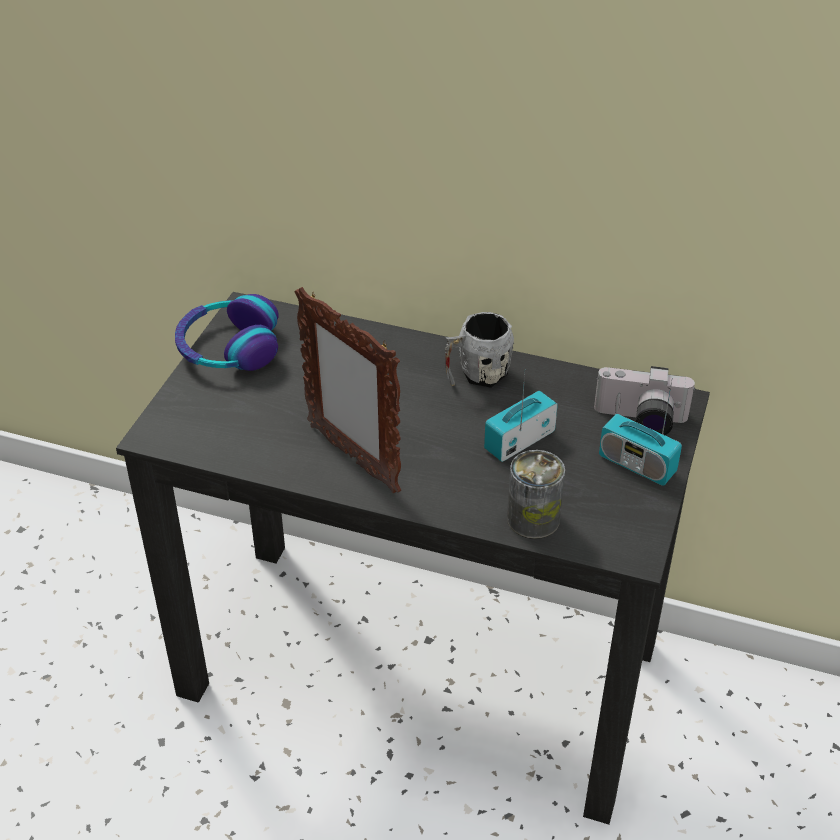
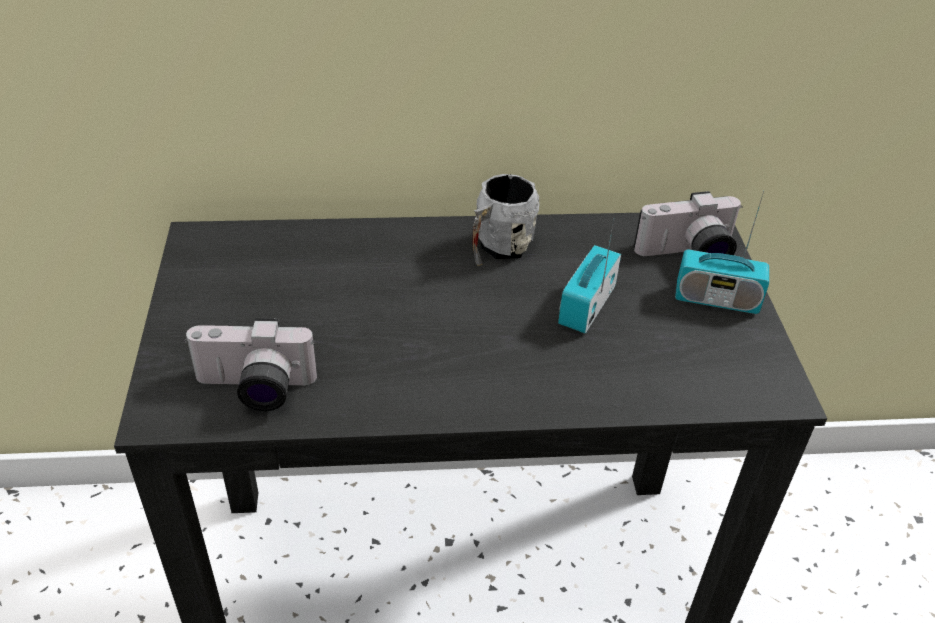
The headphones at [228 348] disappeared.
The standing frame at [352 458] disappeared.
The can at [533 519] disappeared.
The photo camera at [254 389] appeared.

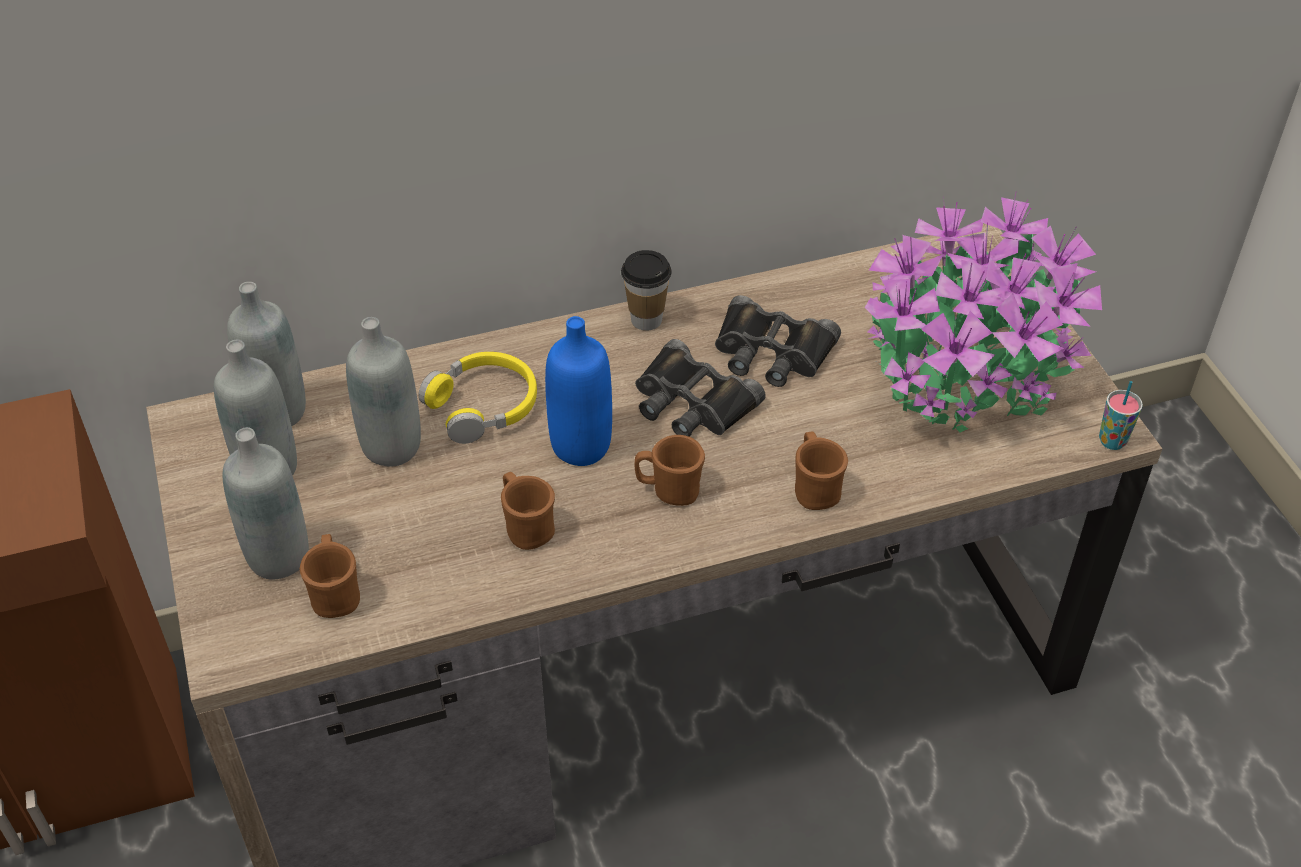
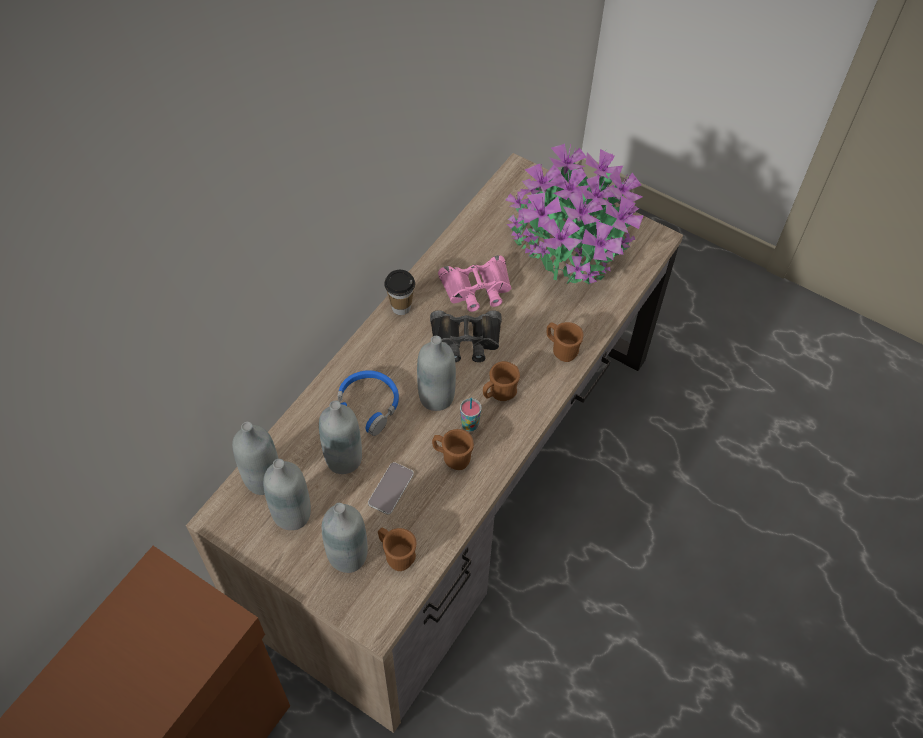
The headphones (yellow) at [483 405] became the headphones (blue) at [367 406].
The beverage bottle (blue) at [581 446] became the beverage bottle (greyish) at [436 397].
The field glasses (black) at [771 352] became the field glasses (pink) at [477 289].
The small cup moved from [1112 441] to [469 425].
The phone at [391 488] appeared.

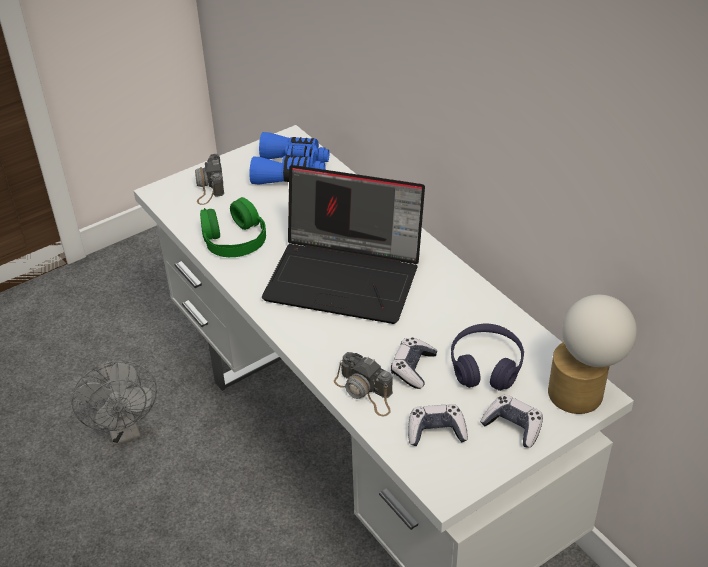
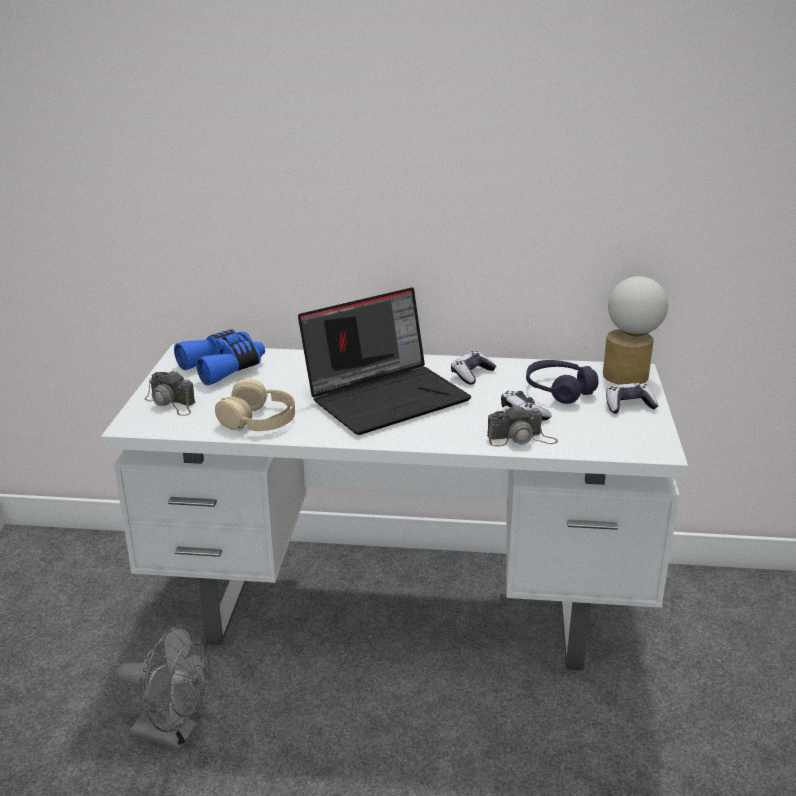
The headphones (green-coloured) at [234 239] became the headphones (beige-coloured) at [258 419].
The gamepad moved from [436 431] to [472 374].

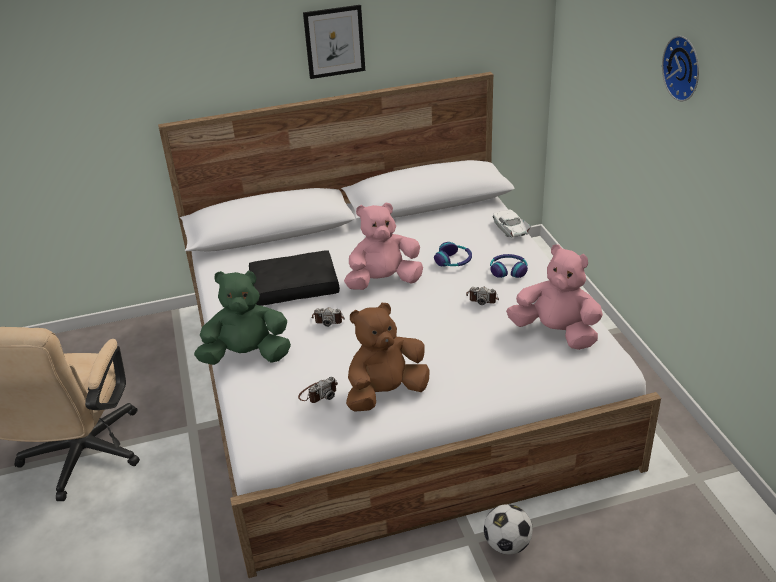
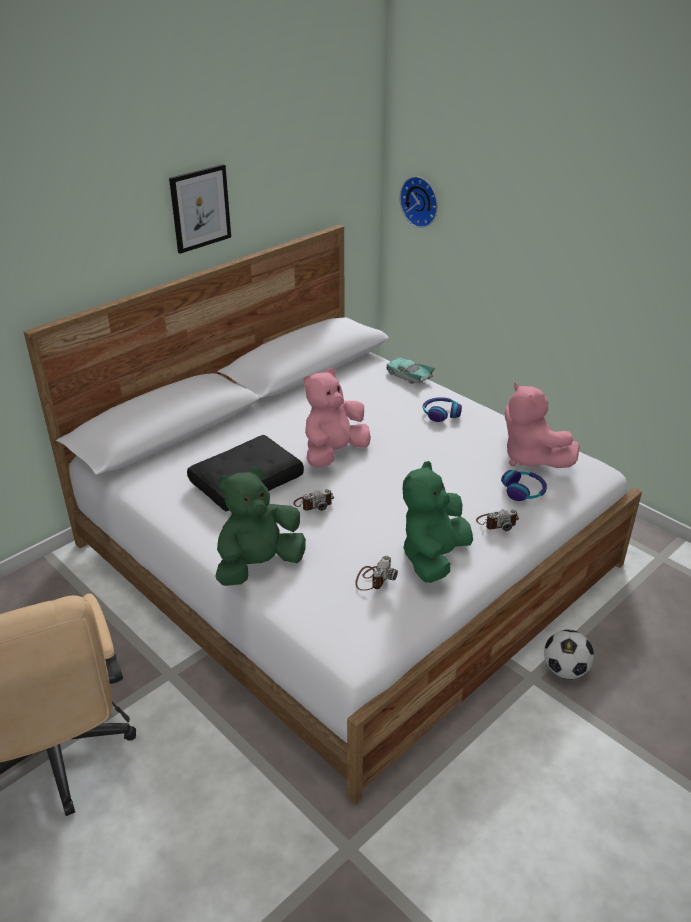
The cuddly toy (brown-coloured) at [386 393] became the cuddly toy (green-coloured) at [433 557].
The headphones moved from [453 261] to [523 491].
The photo camera moved from [482 298] to [497 522].
The miniature car (white) at [510 229] became the miniature car (turquoise) at [409 376].
The cuddly toy (pink) at [556 333] turned 120 degrees counterclockwise.
The clock on the wall moved from [684 68] to [421 201].

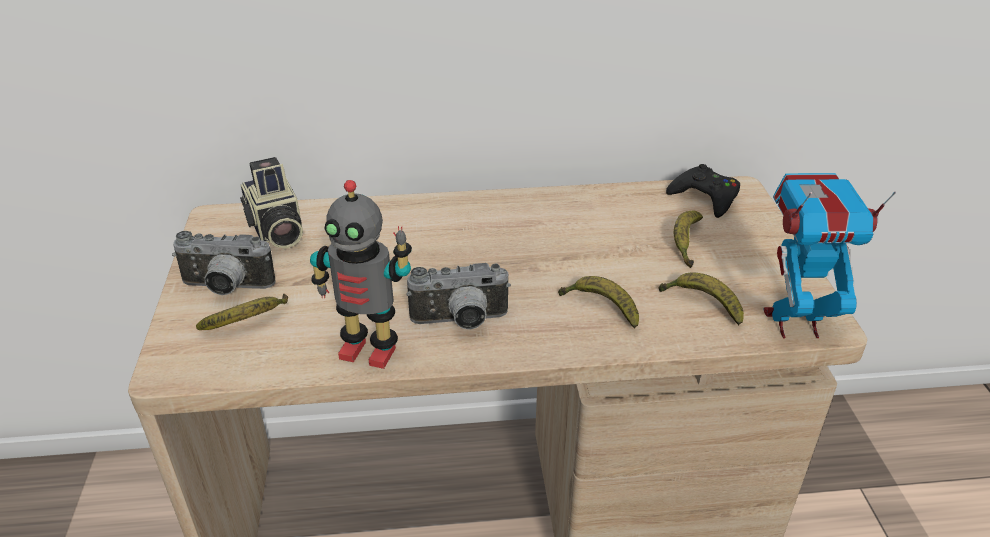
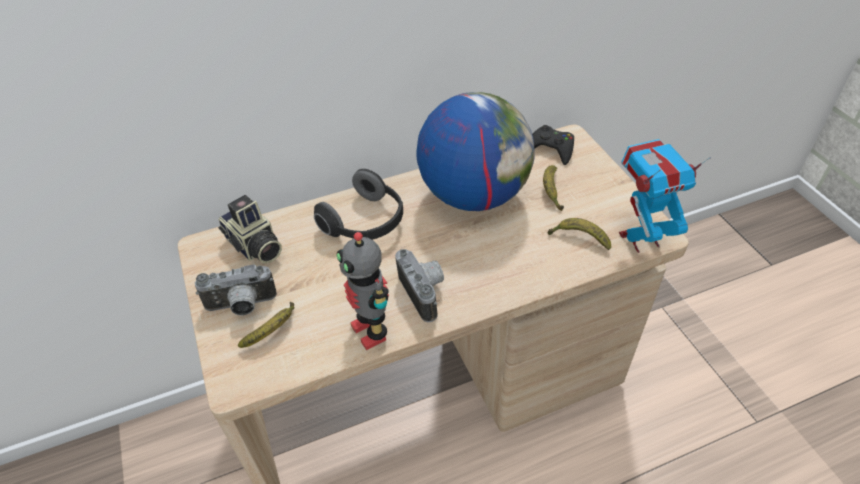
The robot figure at [369 350] turned 60 degrees clockwise.
The photo camera at [460 322] turned 90 degrees counterclockwise.
The banana at [601 308] disappeared.
The headphones at [366 223] appeared.
The desk globe at [473 195] appeared.

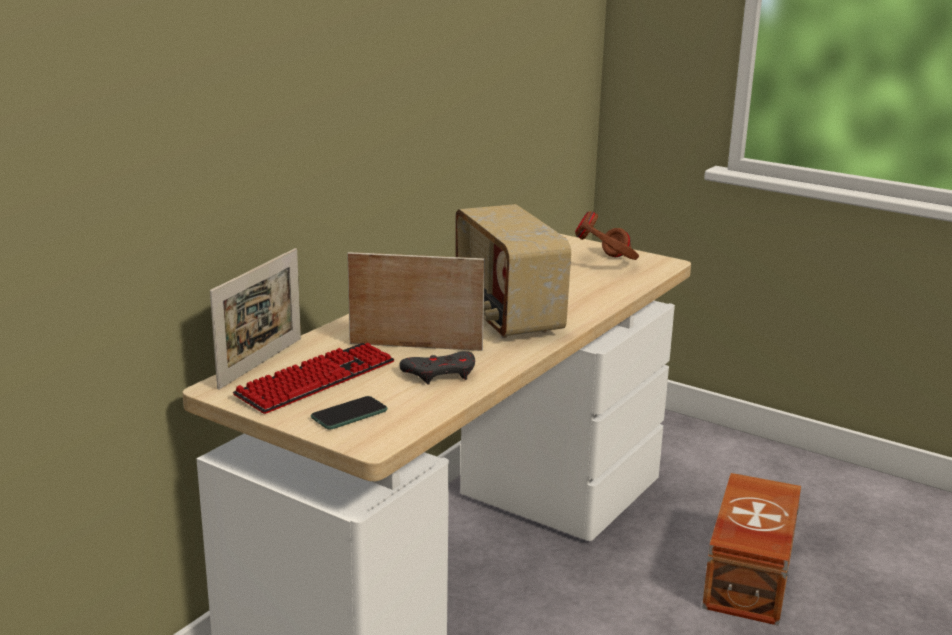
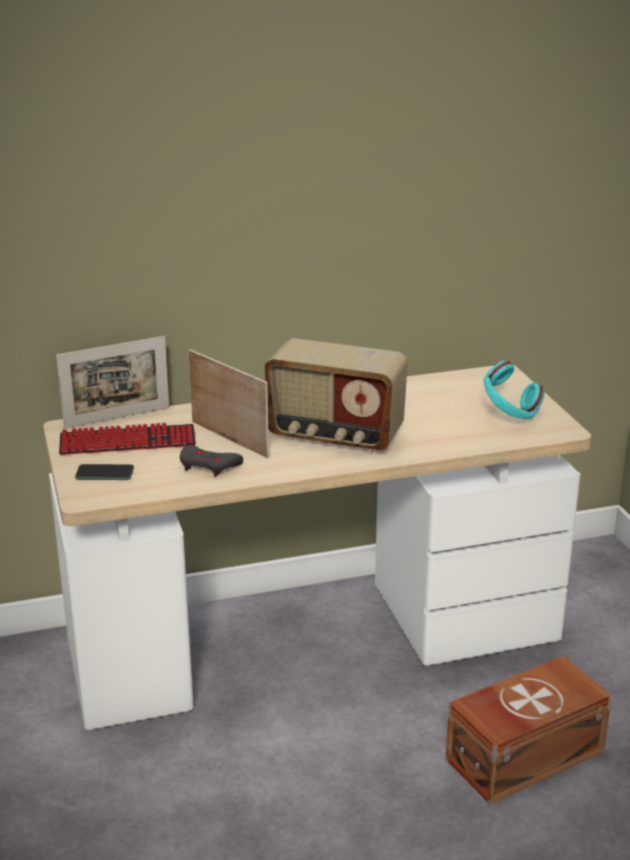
The radio set at [505 316] turned 90 degrees counterclockwise.
The headphones (brown-coloured) at [608 263] became the headphones (turquoise) at [509 415].

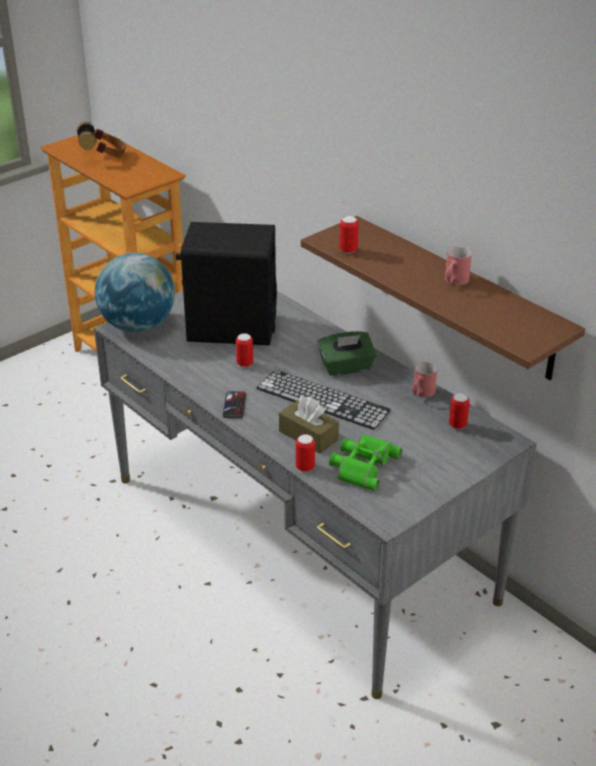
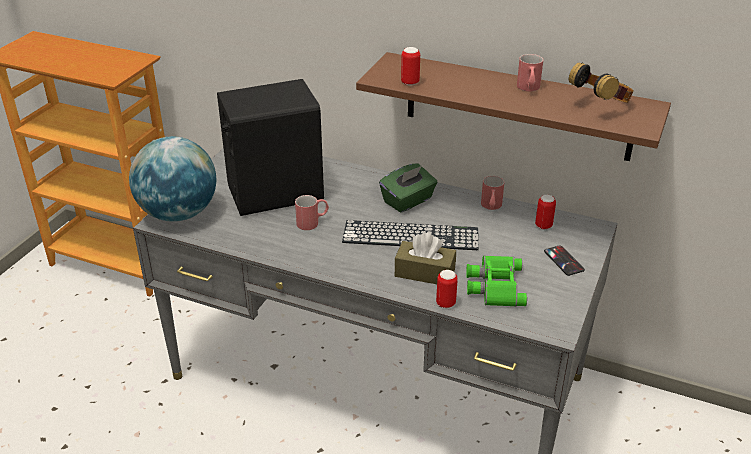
The headphones moved from [103 157] to [600 105].
The phone moved from [234 405] to [564 261].
The can at [245 364] was replaced by the tea mug (red-coloured) at [313 222].

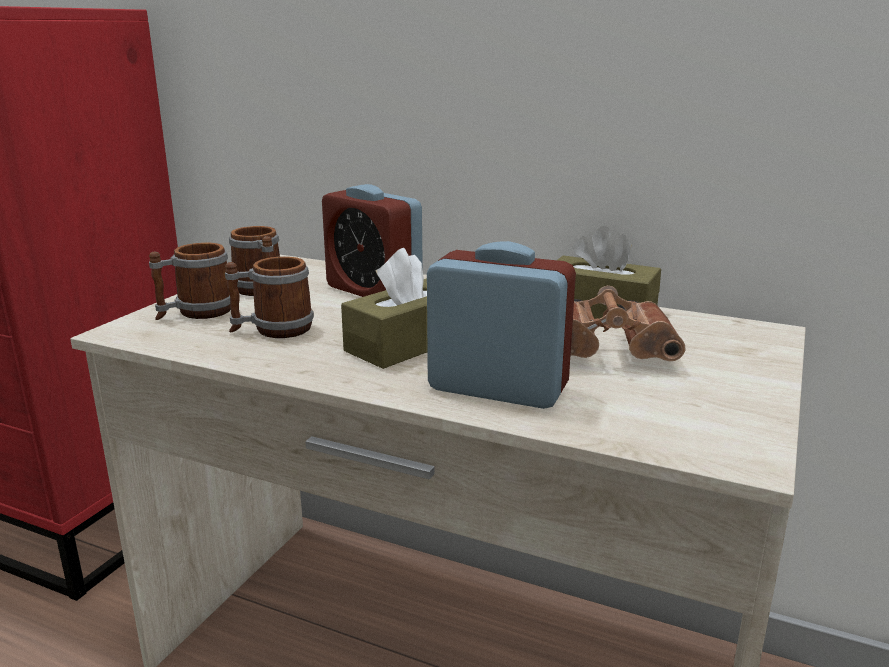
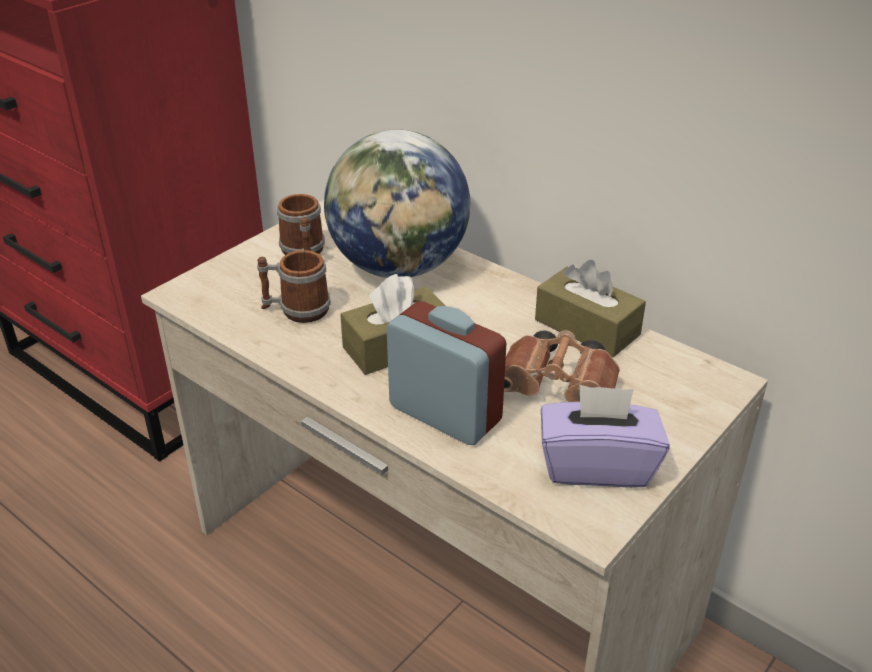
The tea mug at [195 313] disappeared.
The table clock at [374 291] was replaced by the desk globe at [399 267].
The tissue box (purplish) at [596 465] appeared.

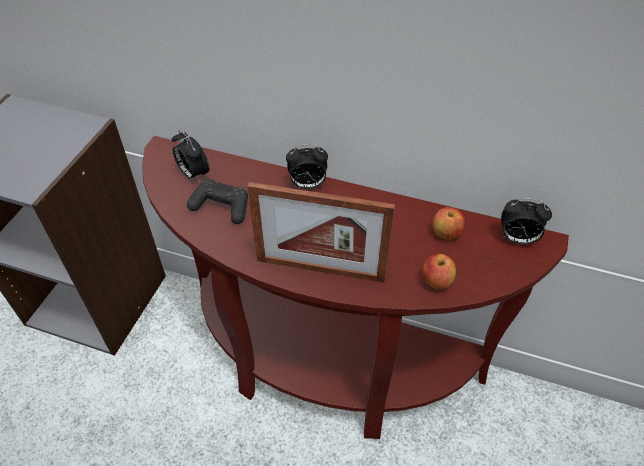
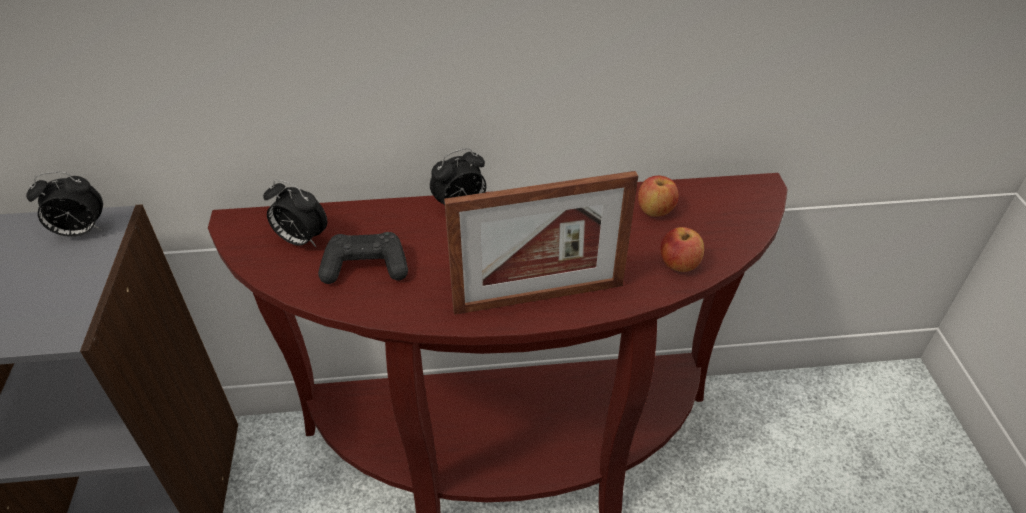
The table clock moved from [517 239] to [80 232].

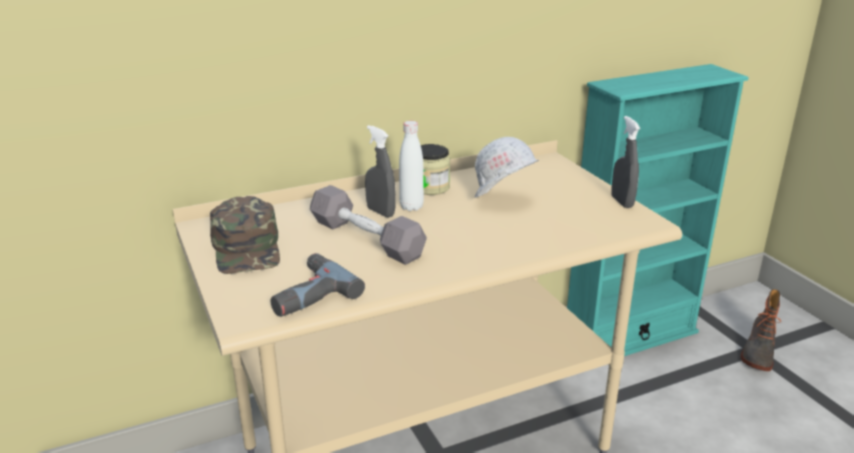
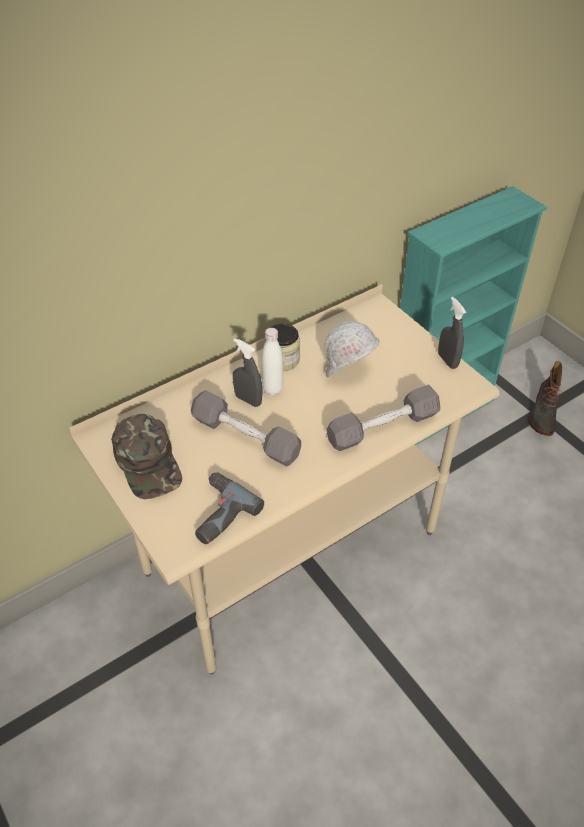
The dumbbell (greyish) at [383 427] appeared.

